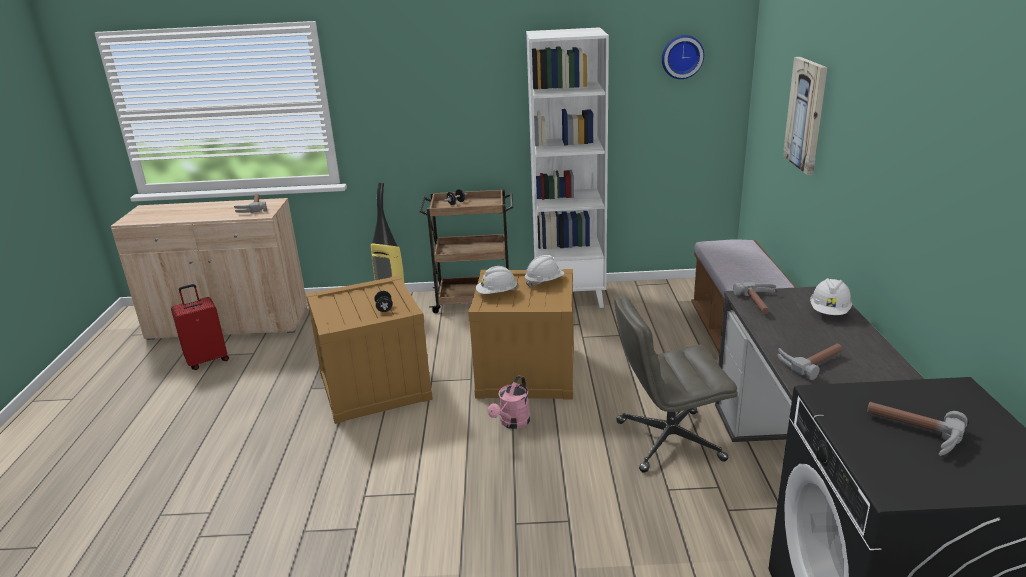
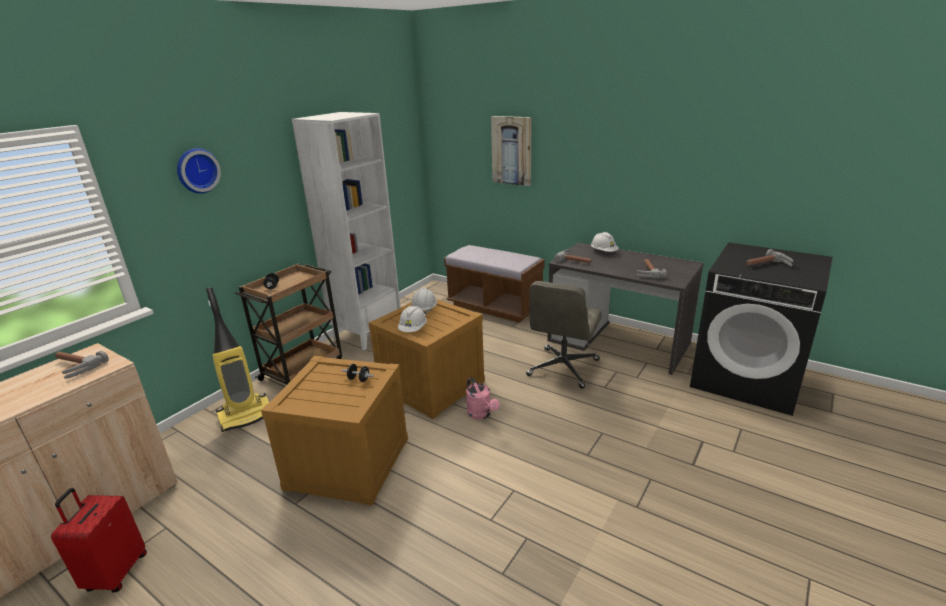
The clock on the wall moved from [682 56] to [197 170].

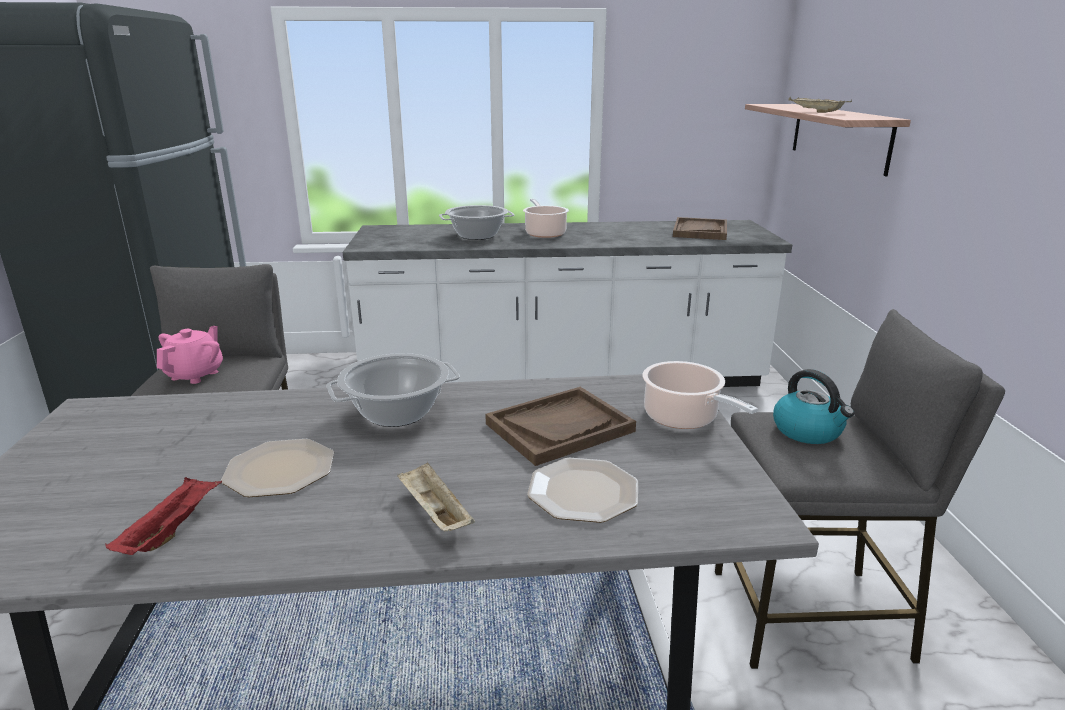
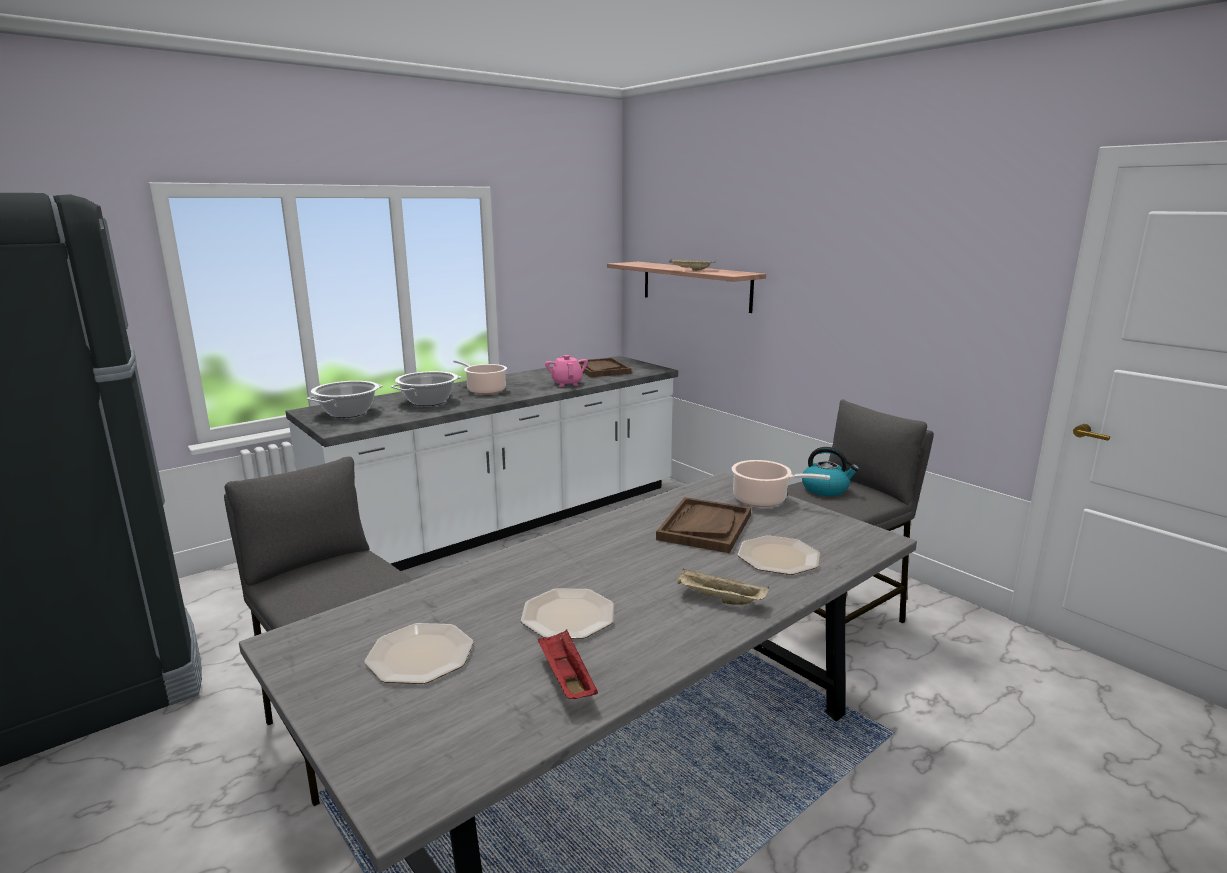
The tea pot (pink) moved from [195 375] to [567 383].
The cooking pot moved from [397 413] to [348 413].
The flat dish at [420 654] appeared.

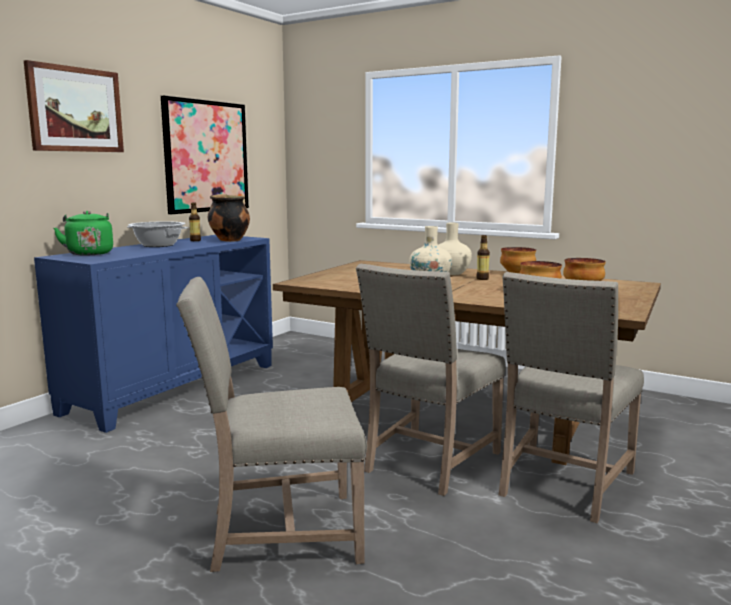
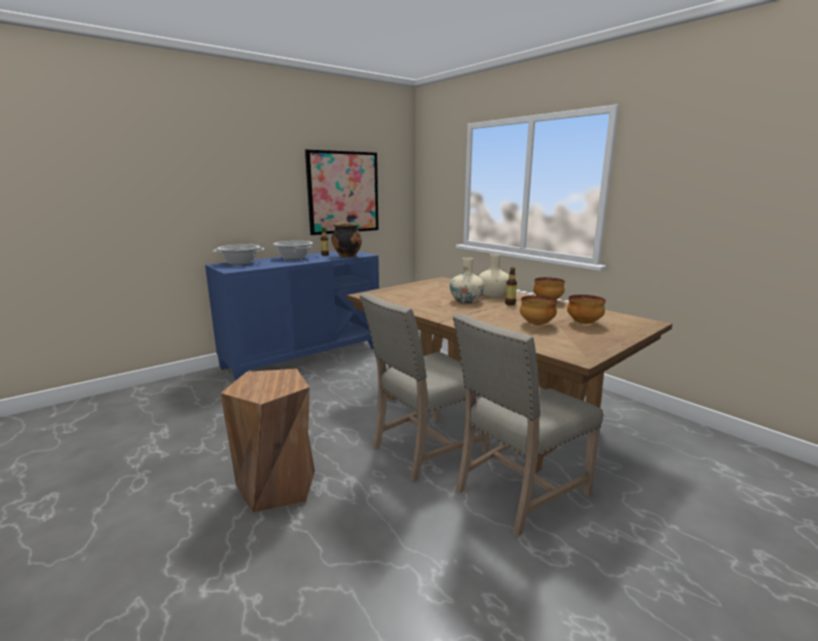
The wall art at [75 109] disappeared.
The water kettle (green-coloured) at [89 253] was replaced by the cooking pot at [240 263].
The upright chair (beige-coloured) at [279 533] was replaced by the stool seat (brown-coloured) at [277 486].

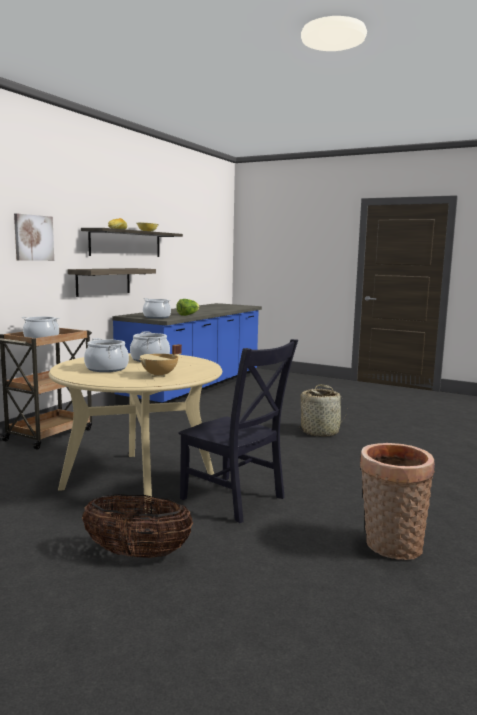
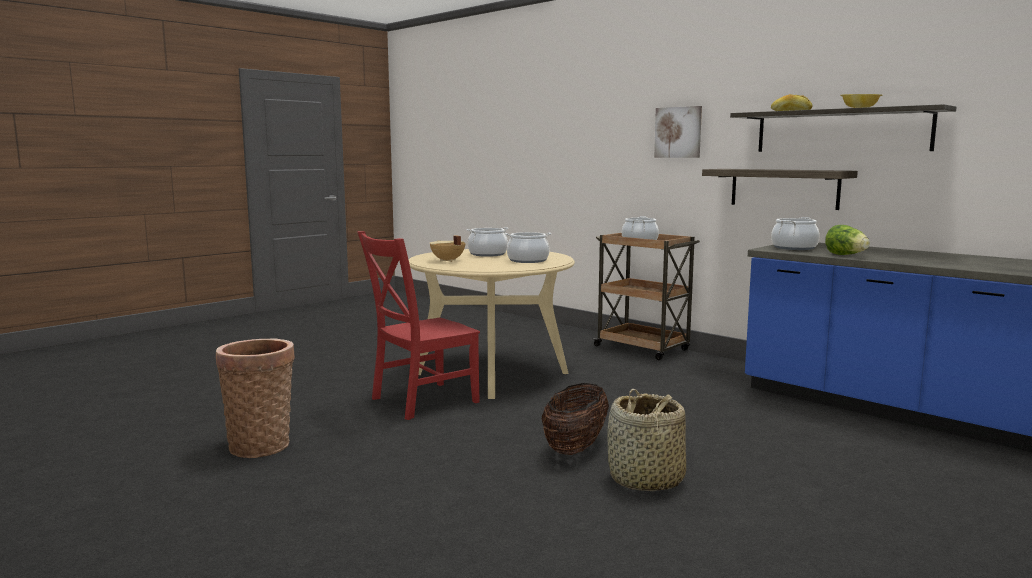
The storage basket moved from [137 554] to [575 447].
The upright chair (black) at [235 500] became the upright chair (red-coloured) at [420 401].

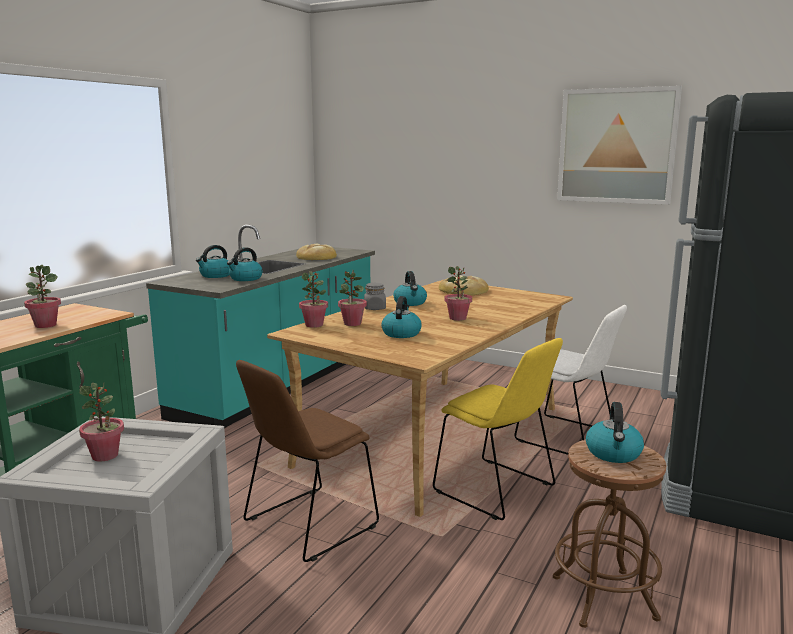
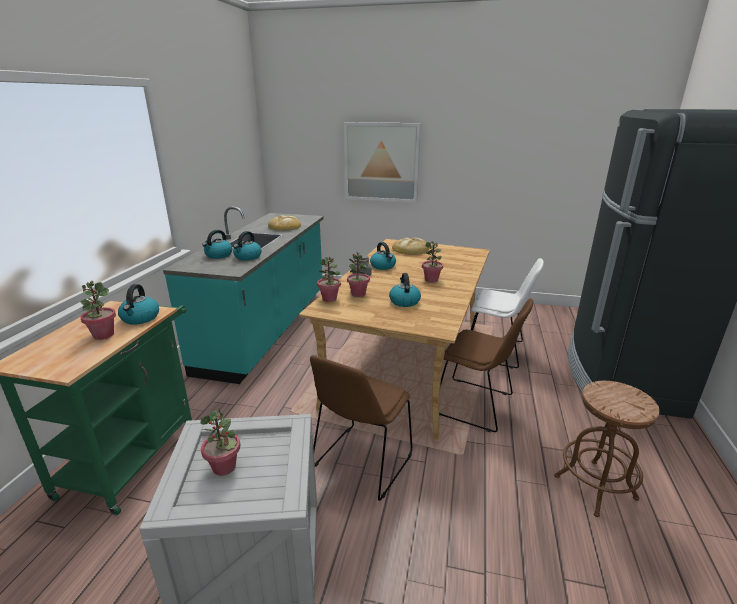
The upright chair (yellow) at [497 490] became the upright chair (brown-coloured) at [476 405].
The wall art moved from [616 146] to [381 162].
The water kettle moved from [614 454] to [140 318].

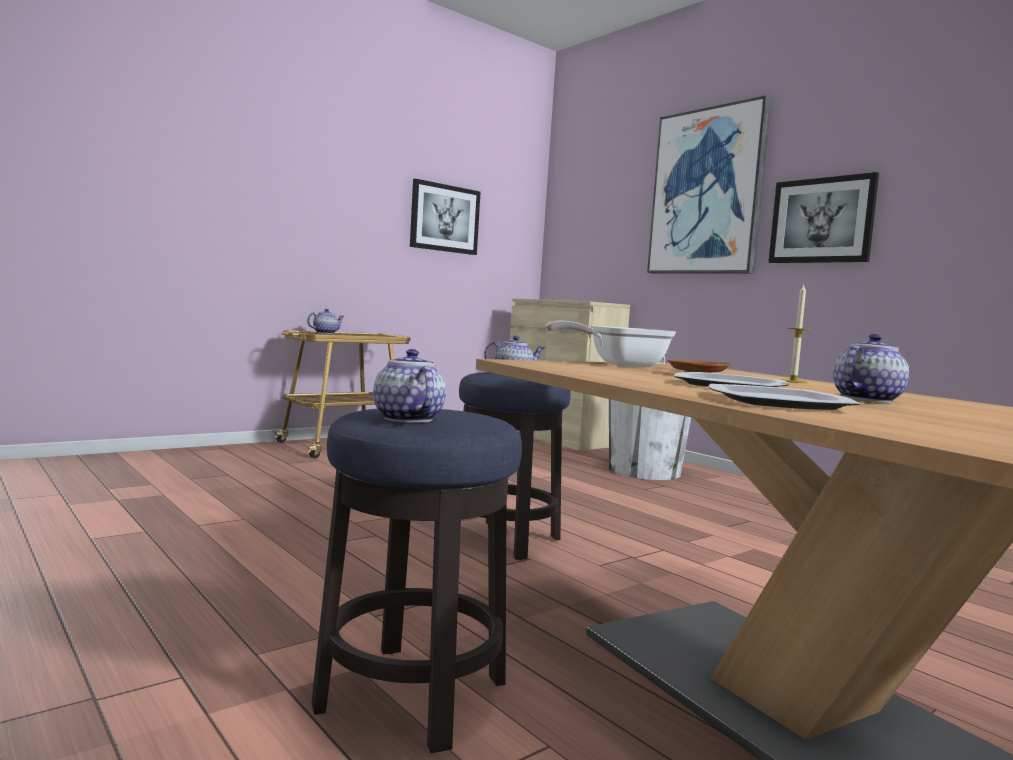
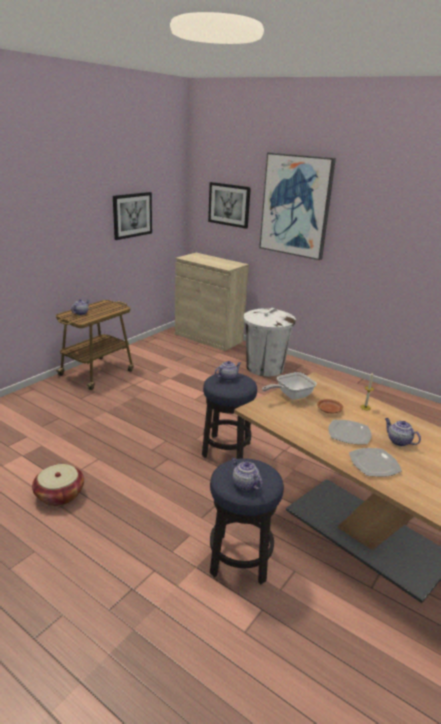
The wall art moved from [821 220] to [229 205].
The tea pot at [867 399] turned 75 degrees counterclockwise.
The storage basket at [59 495] appeared.

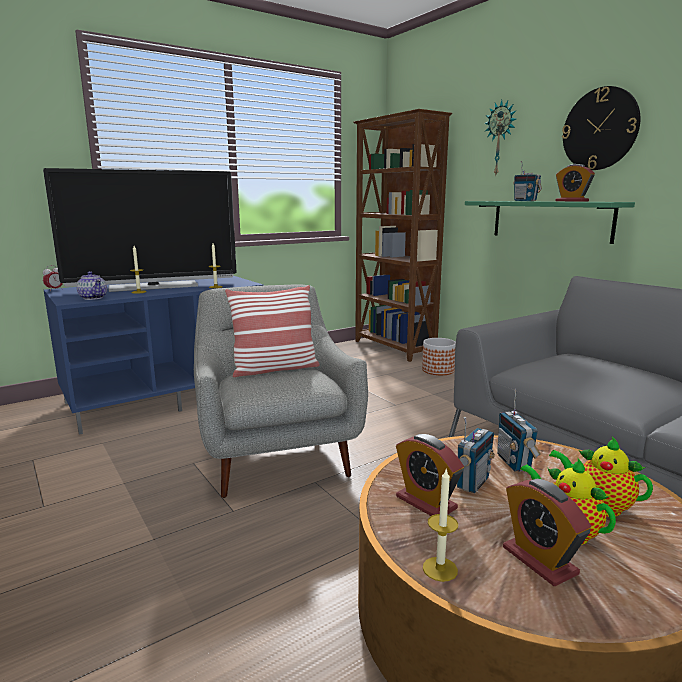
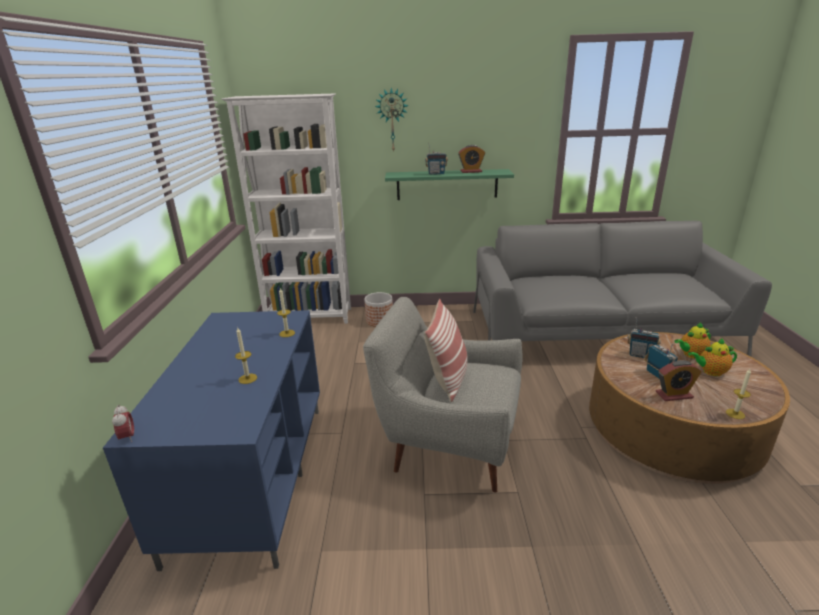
The television at [154 287] disappeared.
The tea pot at [93 297] disappeared.
The shelving unit (brown-coloured) at [394 348] became the shelving unit (white) at [310 317].
The table clock at [539 560] disappeared.
The clock on the wall at [600 129] disappeared.

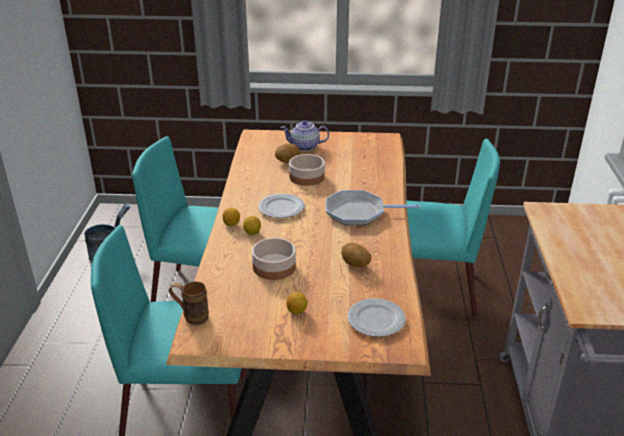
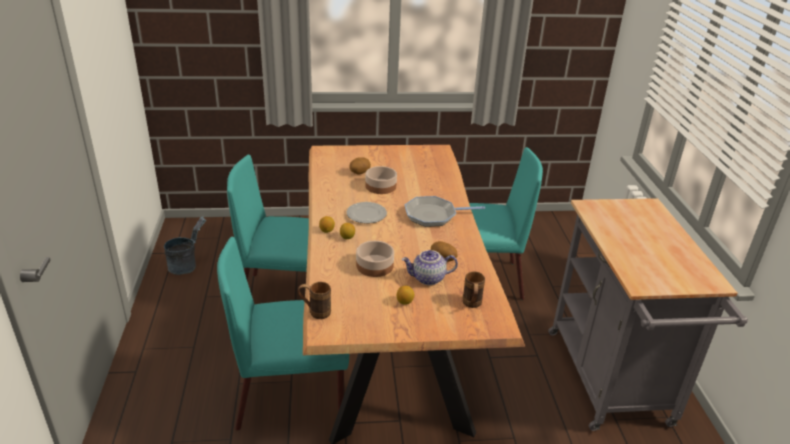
The tea pot moved from [304 147] to [428 279].
The flat dish at [375 320] was replaced by the tea mug (brown-coloured) at [472 305].

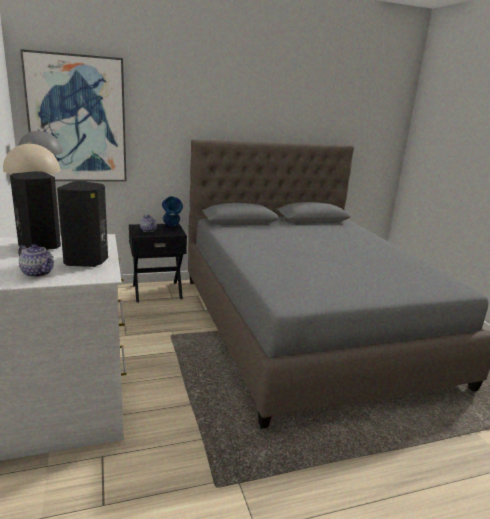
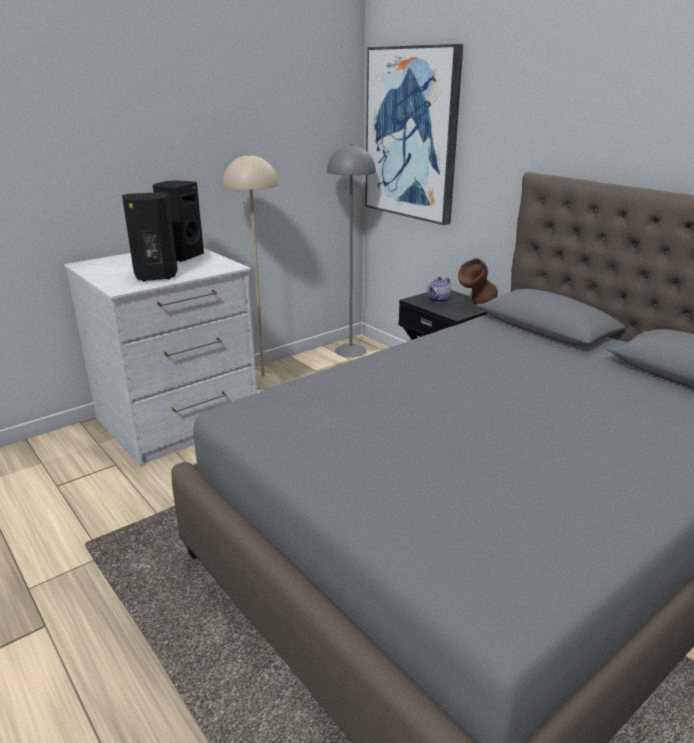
The tea pot at [38 273] disappeared.
The vase (blue) at [172 227] became the vase (brown-coloured) at [475 306].

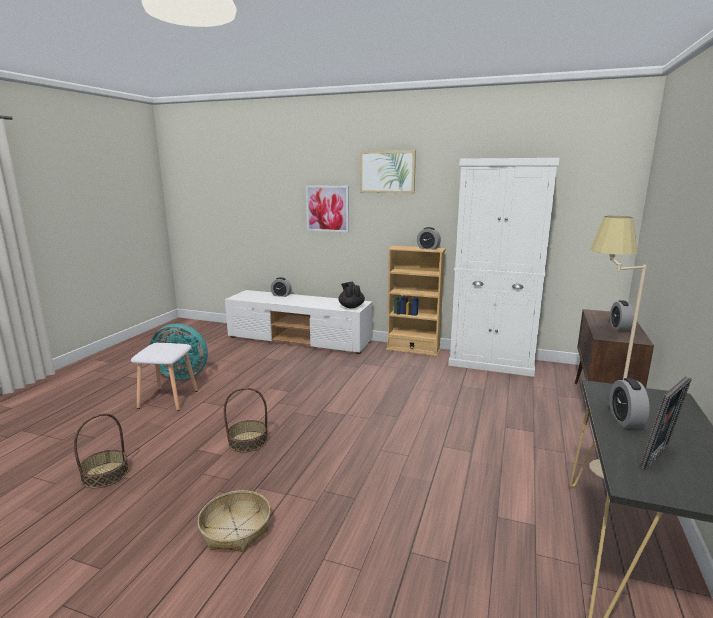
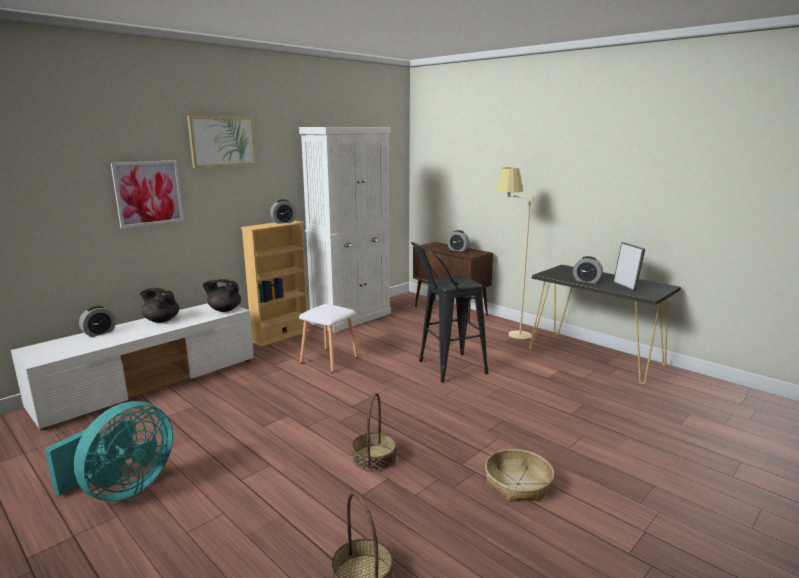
The stool seat (white) moved from [168 400] to [330 360].
The tea pot (black) at [161 320] appeared.
The stool seat (black) at [445 368] appeared.

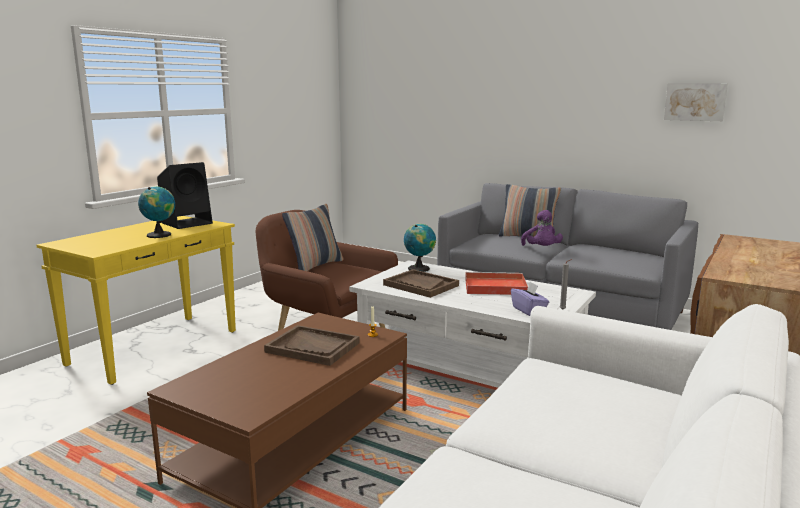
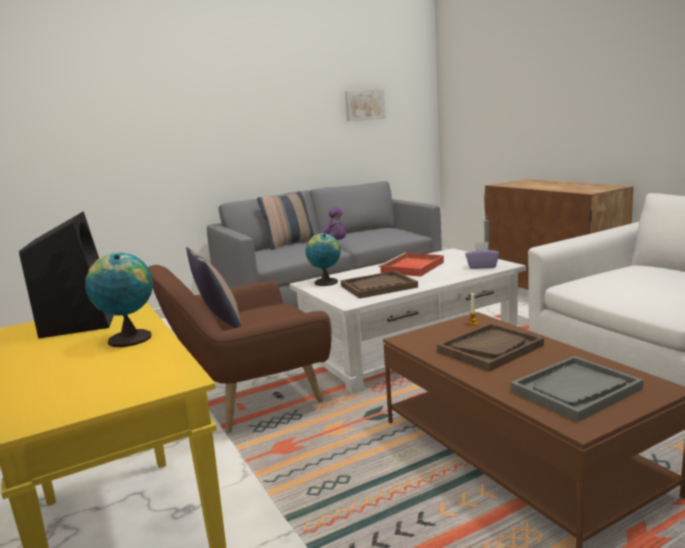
The tray (greyish) at [575 390] appeared.

